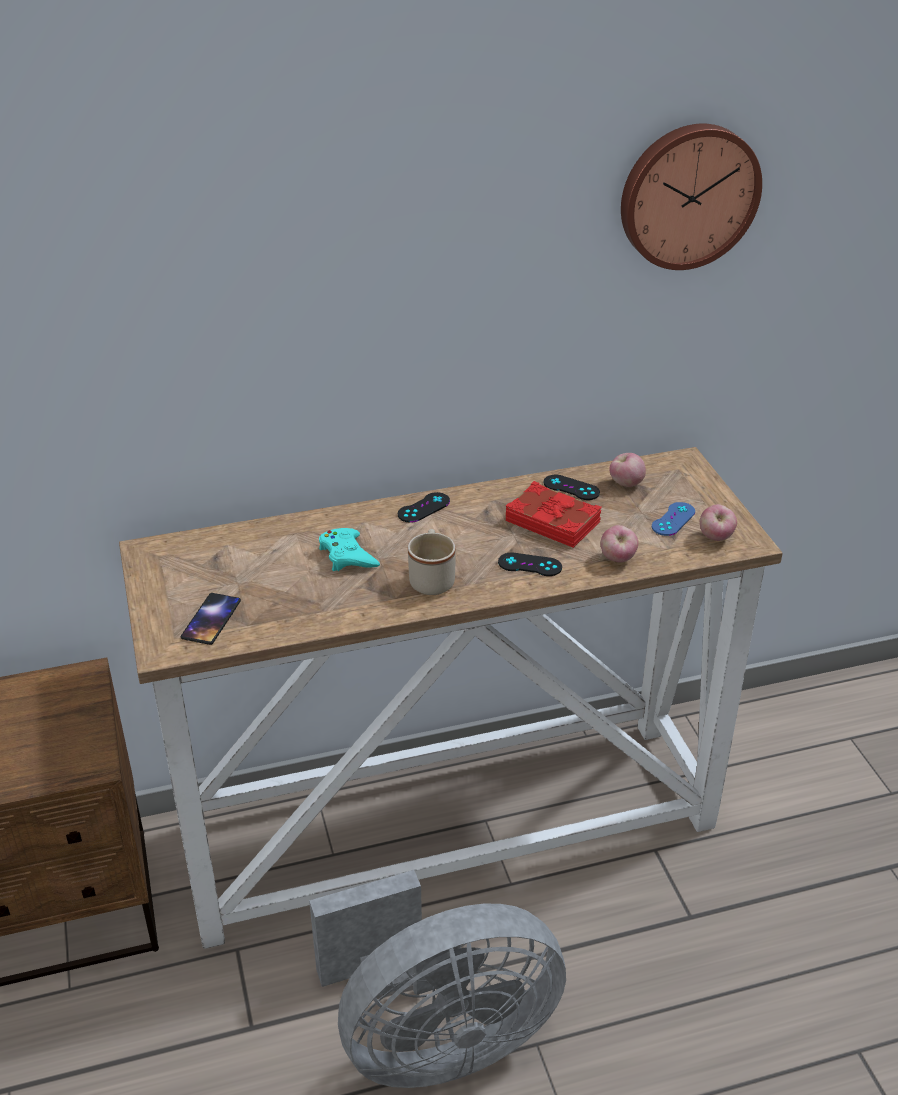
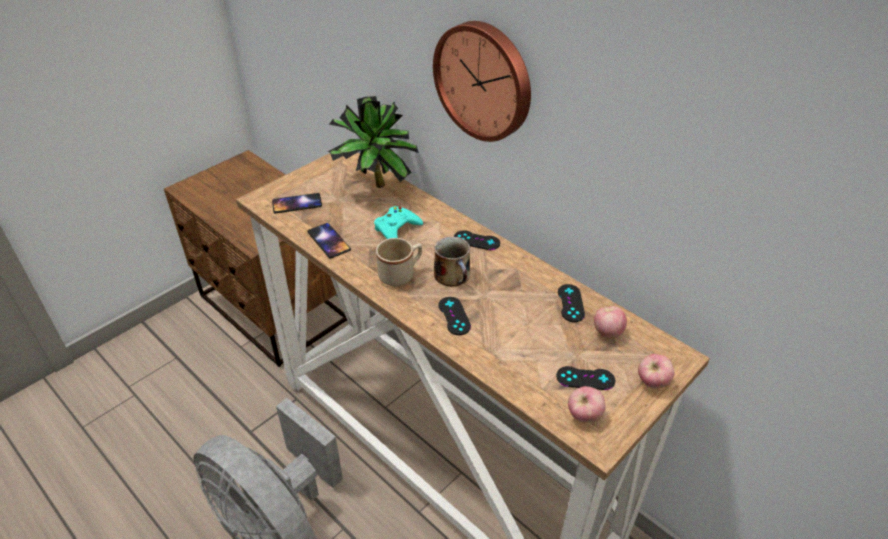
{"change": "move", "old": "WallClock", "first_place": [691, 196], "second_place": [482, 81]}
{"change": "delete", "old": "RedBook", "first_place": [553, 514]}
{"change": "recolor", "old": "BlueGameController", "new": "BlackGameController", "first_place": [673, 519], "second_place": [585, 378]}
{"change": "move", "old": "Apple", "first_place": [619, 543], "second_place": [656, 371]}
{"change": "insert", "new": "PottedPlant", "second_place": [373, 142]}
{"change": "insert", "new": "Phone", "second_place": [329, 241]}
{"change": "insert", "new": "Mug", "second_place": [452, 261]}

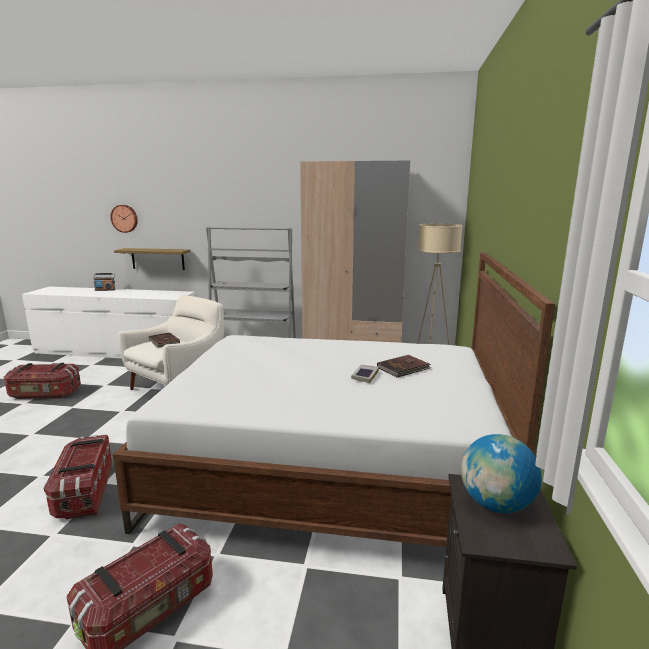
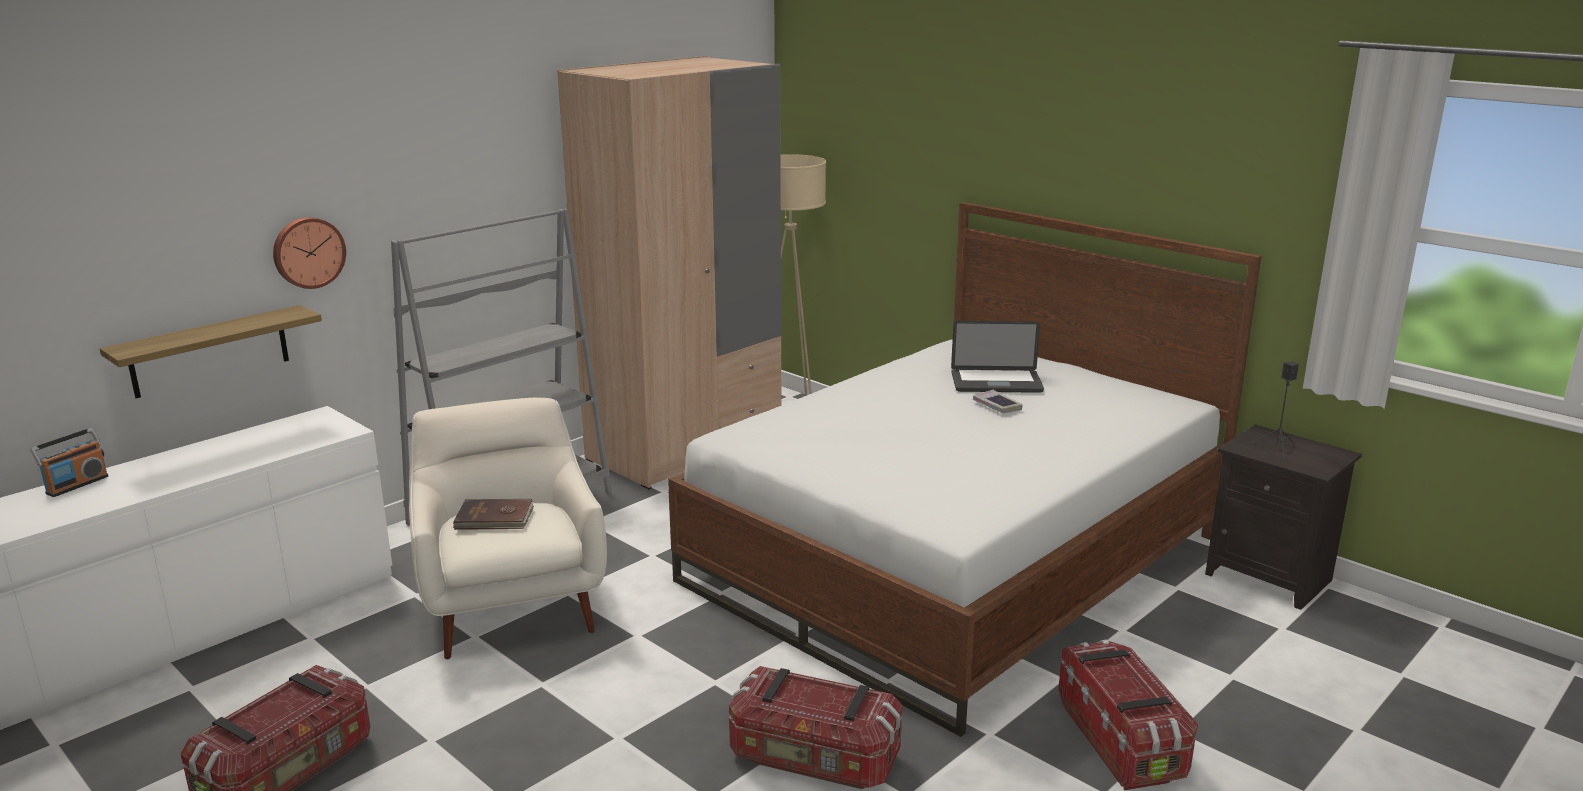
{"change": "move", "old": "WallClock", "first_place": [124, 219], "second_place": [309, 253]}
{"change": "replace", "old": "BrownBook", "new": "Laptop", "first_place": [404, 366], "second_place": [997, 357]}
{"change": "replace", "old": "Globe", "new": "BlackSpeaker", "first_place": [501, 473], "second_place": [1275, 410]}

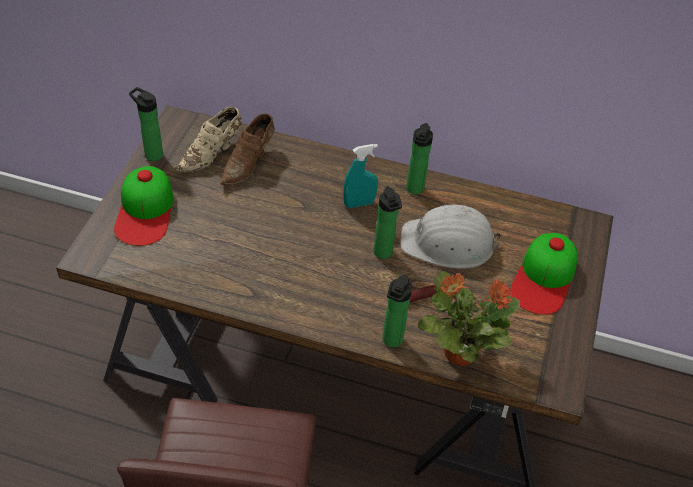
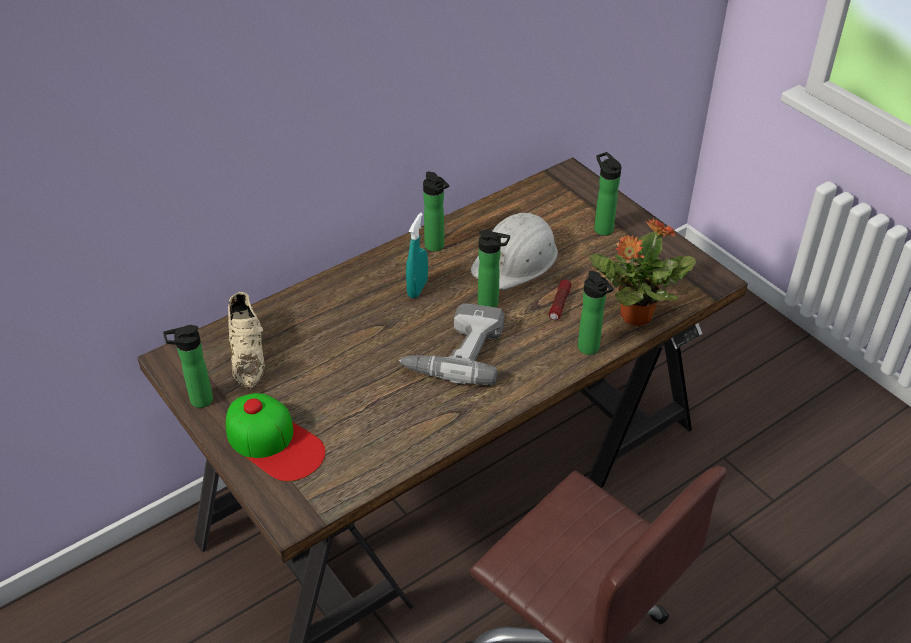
{"change": "delete", "old": "BrownShoe", "first_place": [247, 149]}
{"change": "replace", "old": "Cap", "new": "Bottle", "first_place": [544, 274], "second_place": [607, 194]}
{"change": "insert", "new": "PowerDrill", "second_place": [452, 344]}

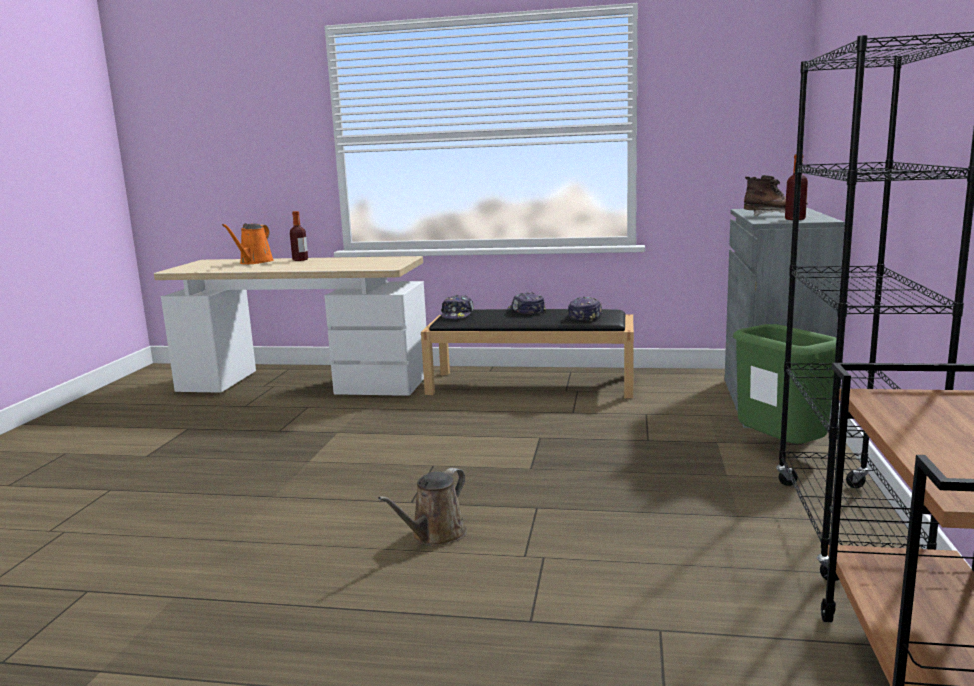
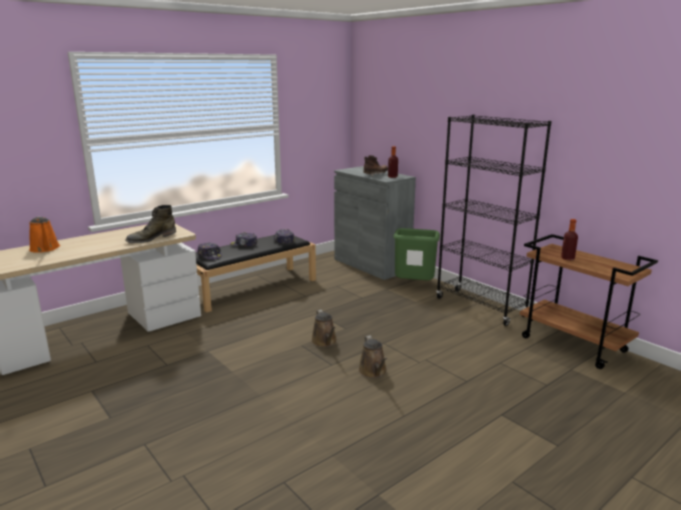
{"change": "move", "old": "Bottle", "first_place": [299, 236], "second_place": [569, 239]}
{"change": "insert", "new": "GreenBoot", "second_place": [150, 224]}
{"change": "insert", "new": "BrownWateringCan", "second_place": [324, 328]}

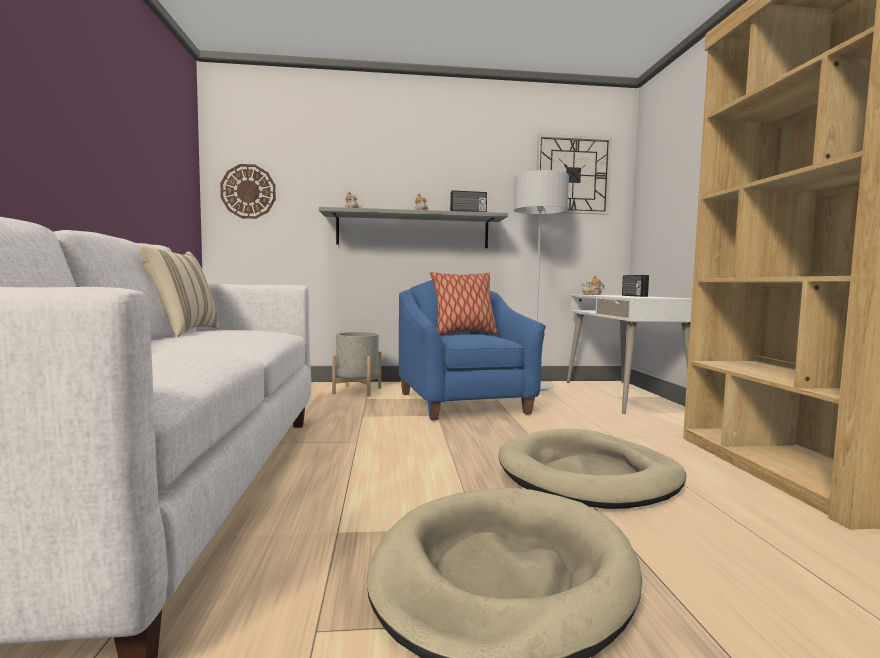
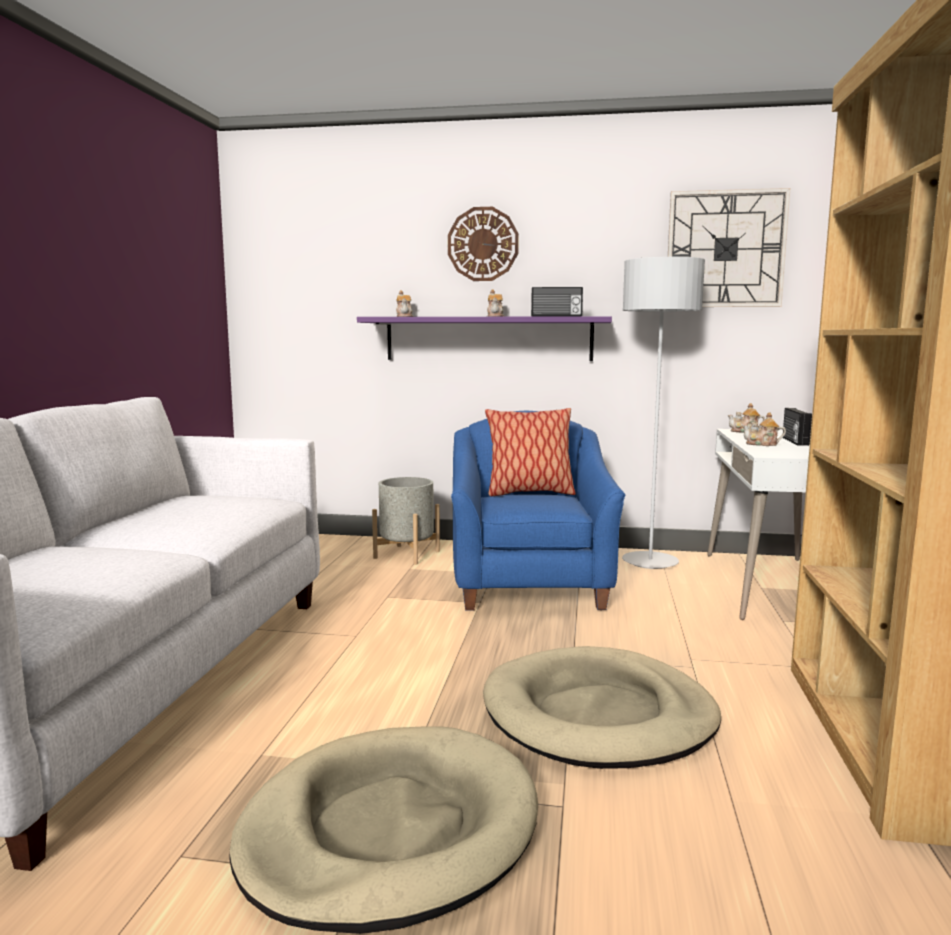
{"change": "move", "old": "WallClock", "first_place": [248, 191], "second_place": [483, 244]}
{"change": "recolor", "old": "GreyShelf", "new": "PurpleShelf", "first_place": [413, 227], "second_place": [484, 338]}
{"change": "delete", "old": "BeigePillow", "first_place": [179, 291]}
{"change": "insert", "new": "Teapot", "second_place": [764, 429]}

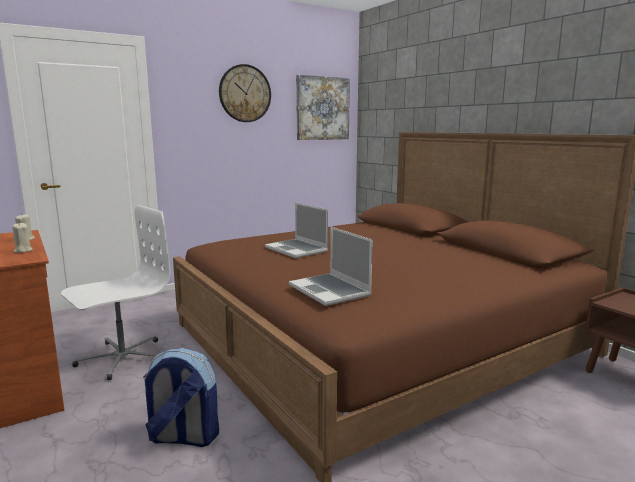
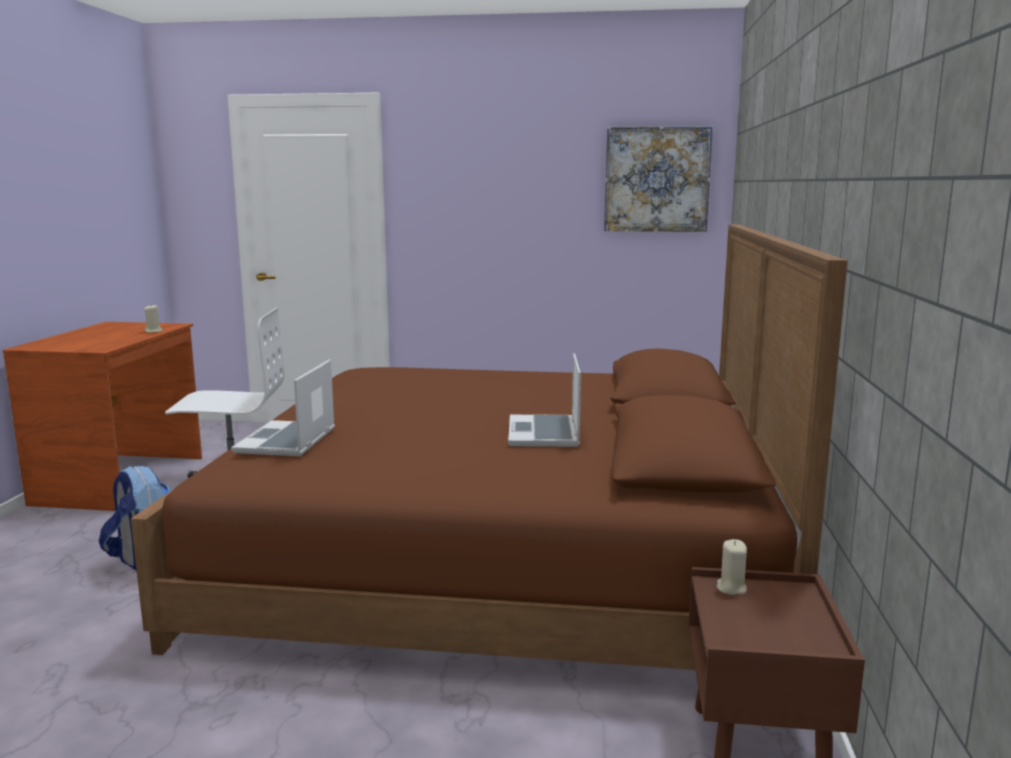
{"change": "delete", "old": "WallClock", "first_place": [245, 93]}
{"change": "move", "old": "Laptop", "first_place": [296, 230], "second_place": [544, 400]}
{"change": "move", "old": "BeigeCandle", "first_place": [22, 238], "second_place": [732, 567]}

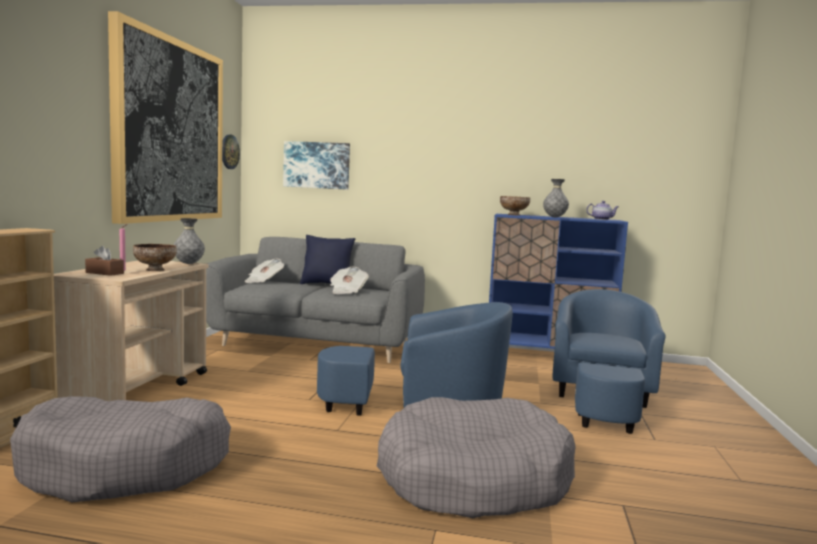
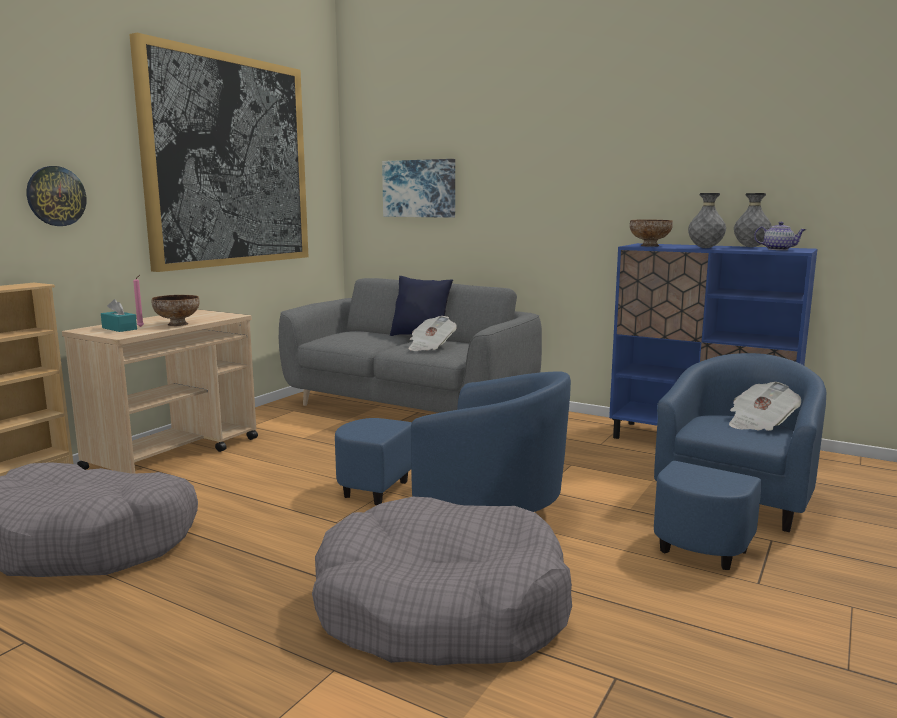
{"change": "move", "old": "WallClock", "first_place": [231, 152], "second_place": [56, 196]}
{"change": "move", "old": "GreyVase", "first_place": [189, 241], "second_place": [752, 220]}
{"change": "recolor", "old": "BrownTissueBox", "new": "TurquoiseTissueBox", "first_place": [104, 261], "second_place": [119, 315]}
{"change": "move", "old": "Newspaper", "first_place": [264, 271], "second_place": [765, 406]}

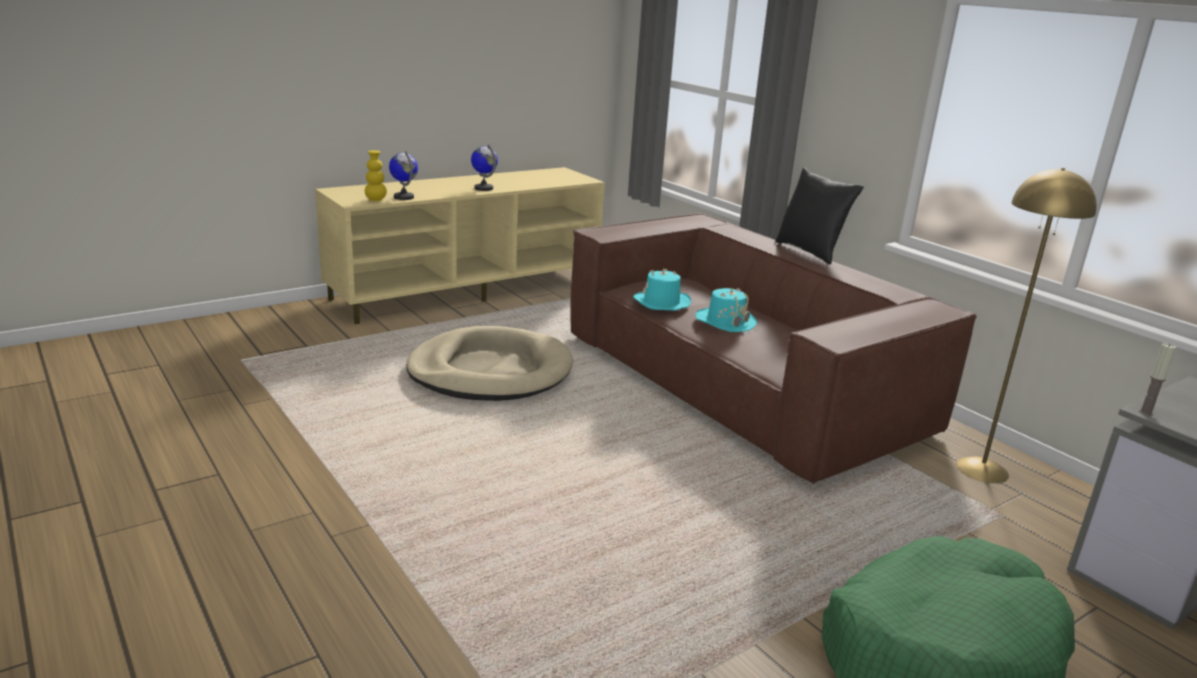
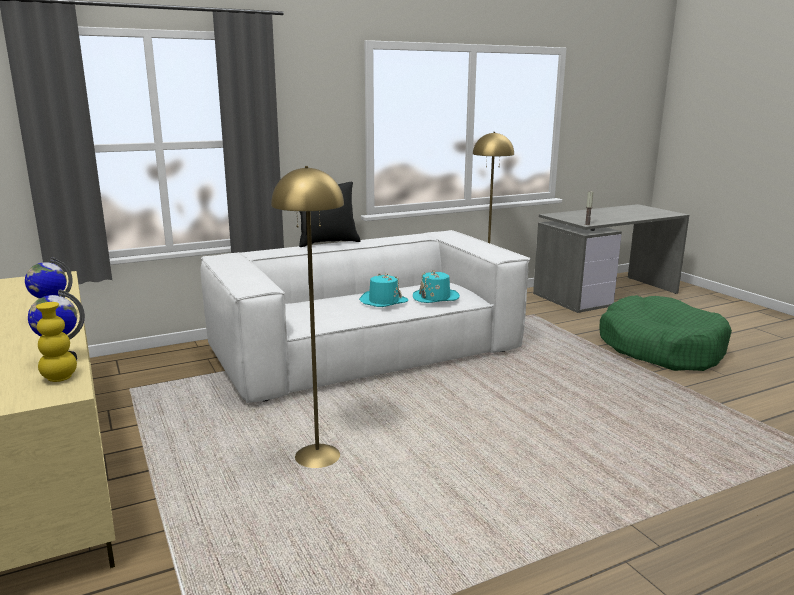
{"change": "recolor", "old": "BrownSofa", "new": "WhiteSofa", "first_place": [773, 348], "second_place": [366, 316]}
{"change": "move", "old": "TurquoiseHat", "first_place": [662, 290], "second_place": [436, 286]}
{"change": "replace", "old": "BeigeDogBed", "new": "YellowFloorLamp", "first_place": [489, 363], "second_place": [307, 317]}

